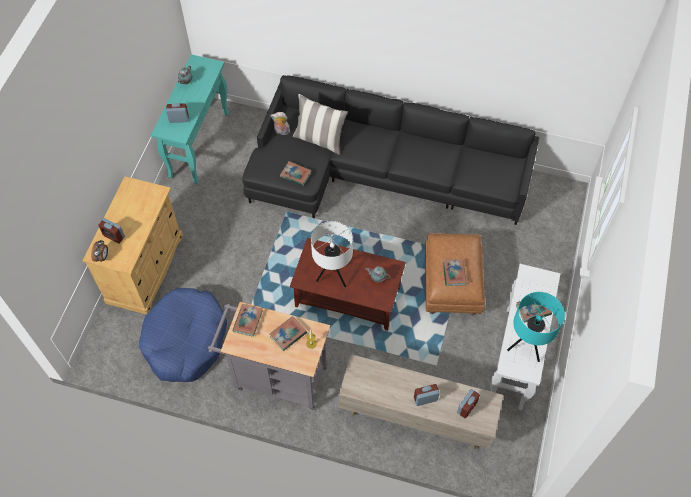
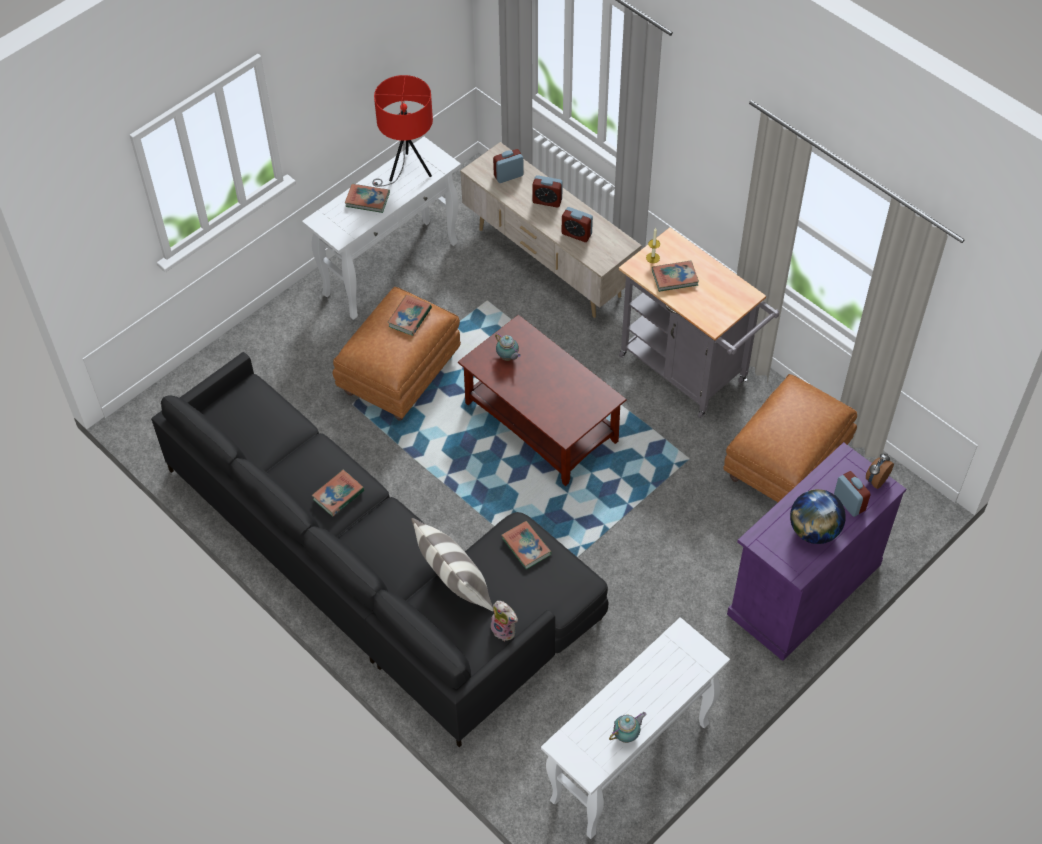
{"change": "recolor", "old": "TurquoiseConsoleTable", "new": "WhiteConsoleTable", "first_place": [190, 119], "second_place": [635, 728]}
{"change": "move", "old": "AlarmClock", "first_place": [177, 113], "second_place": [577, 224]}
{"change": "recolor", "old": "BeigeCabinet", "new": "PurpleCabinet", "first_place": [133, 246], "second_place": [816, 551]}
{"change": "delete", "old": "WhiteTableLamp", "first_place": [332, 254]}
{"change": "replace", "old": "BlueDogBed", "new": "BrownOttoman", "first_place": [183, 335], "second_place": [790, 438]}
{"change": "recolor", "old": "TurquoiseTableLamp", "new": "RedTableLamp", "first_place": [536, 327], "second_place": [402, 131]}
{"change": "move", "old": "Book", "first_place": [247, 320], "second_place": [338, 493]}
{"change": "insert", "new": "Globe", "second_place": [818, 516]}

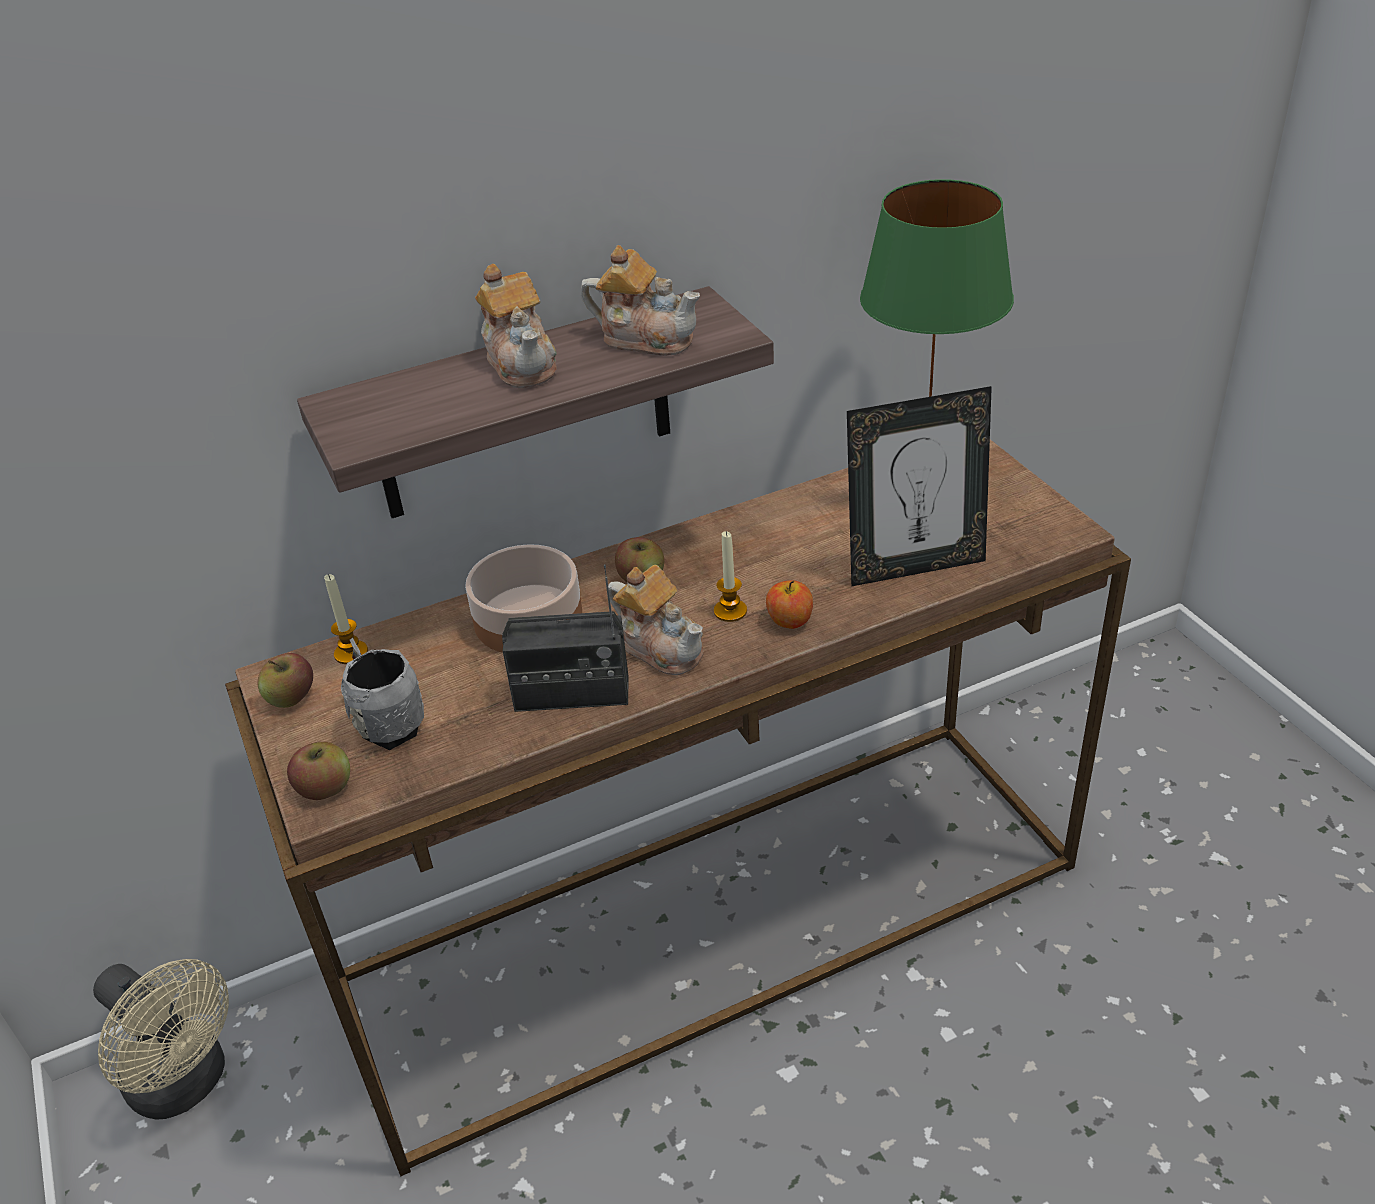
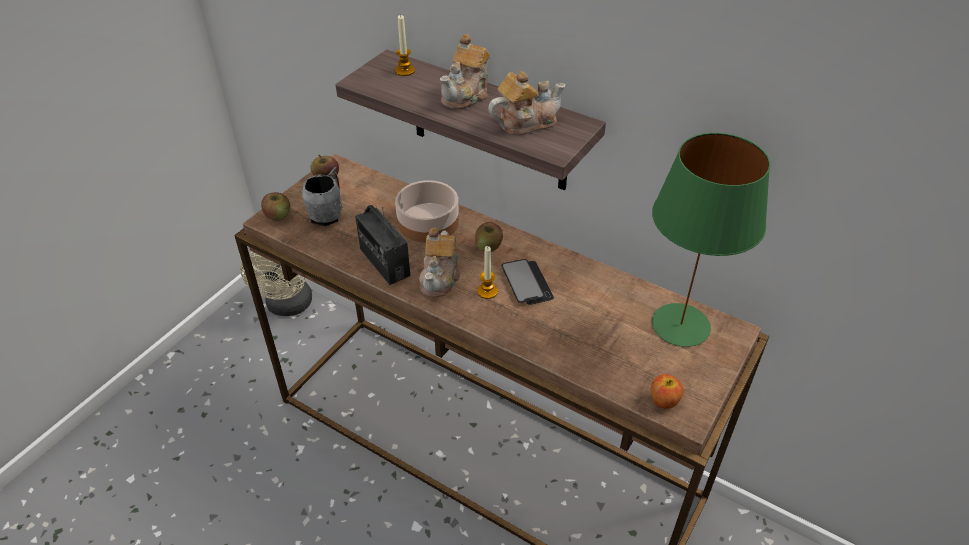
{"change": "rotate", "old": "Teapot", "first_place": [640, 300], "second_place": [527, 103], "degrees": -105}
{"change": "delete", "old": "PictureFrame", "first_place": [919, 486]}
{"change": "move", "old": "Candle", "first_place": [346, 619], "second_place": [405, 45]}
{"change": "move", "old": "Apple", "first_place": [789, 604], "second_place": [667, 391]}
{"change": "insert", "new": "Phone", "second_place": [527, 282]}

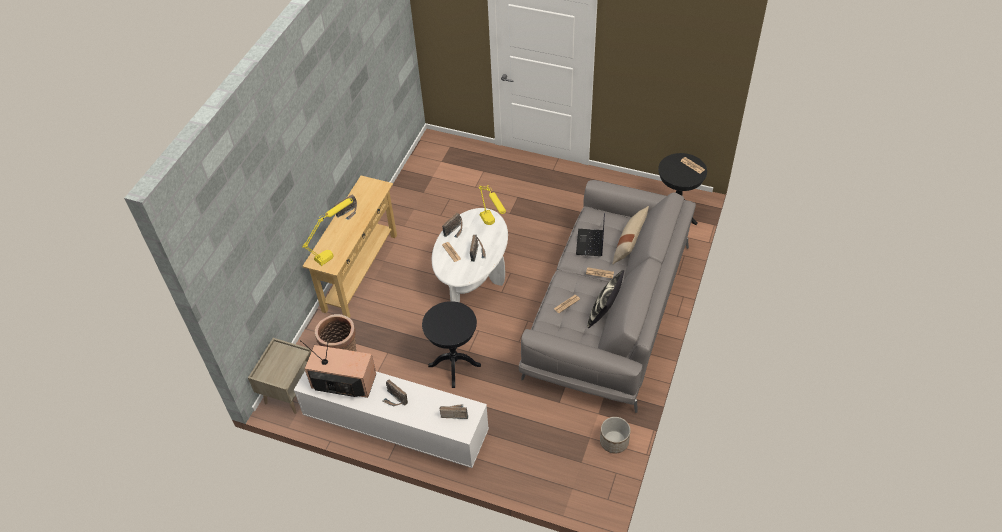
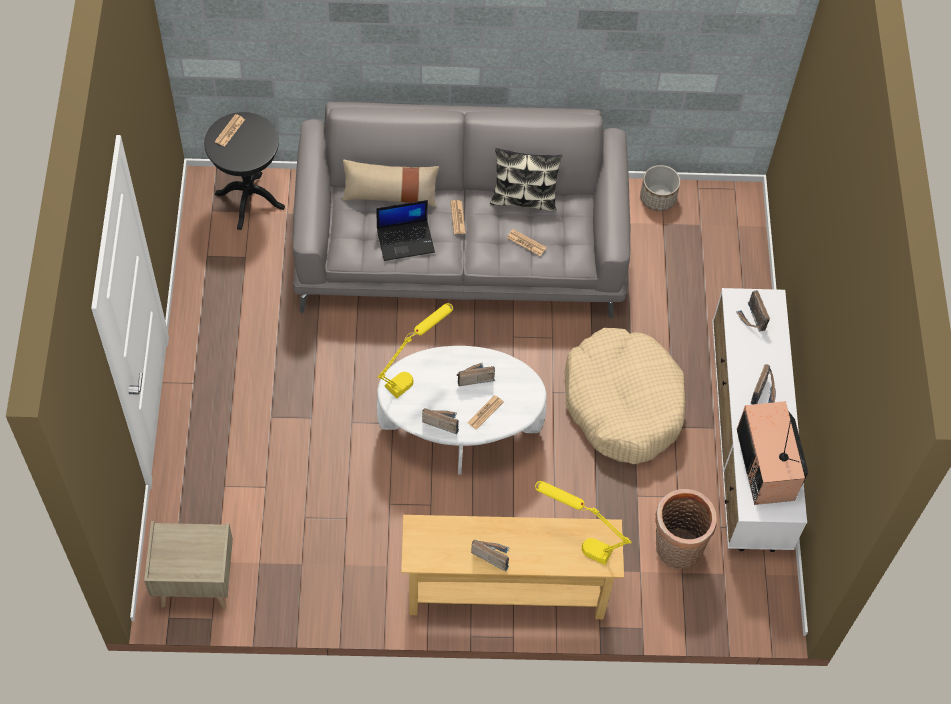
{"change": "replace", "old": "BlackSideTable", "new": "BeigeDogBed", "first_place": [451, 344], "second_place": [624, 396]}
{"change": "move", "old": "BeigeNightstand", "first_place": [279, 376], "second_place": [188, 565]}

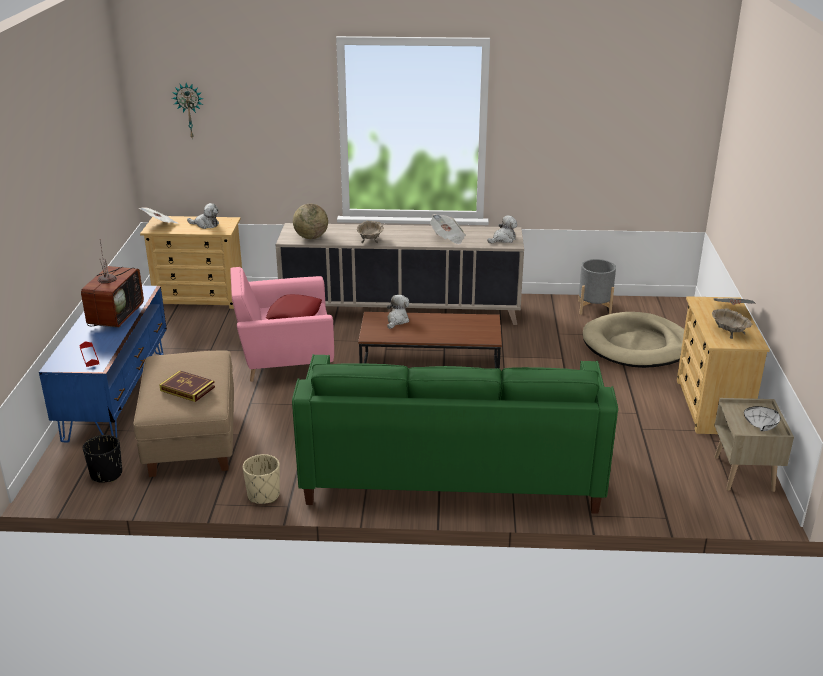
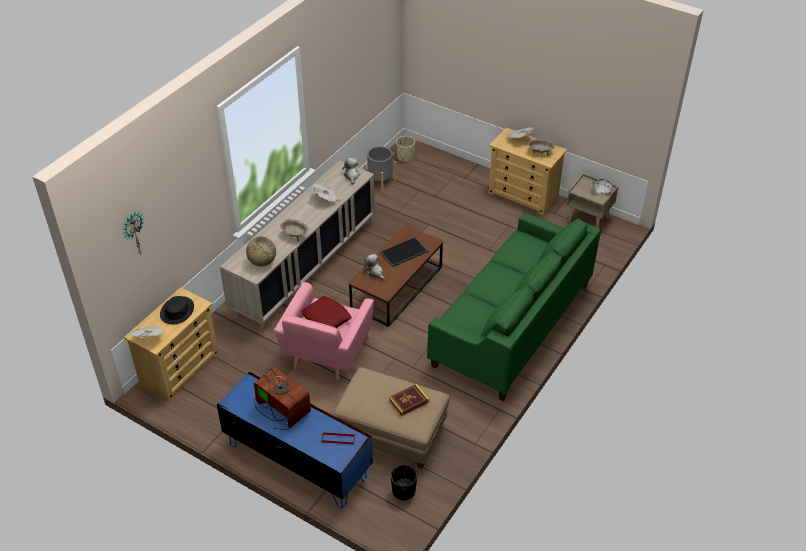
{"change": "replace", "old": "PlushToy", "new": "BlackHat", "first_place": [203, 216], "second_place": [177, 310]}
{"change": "delete", "old": "BeigeDogBed", "first_place": [633, 340]}
{"change": "move", "old": "BeigePlanter", "first_place": [261, 479], "second_place": [405, 149]}
{"change": "insert", "new": "Tray", "second_place": [404, 252]}

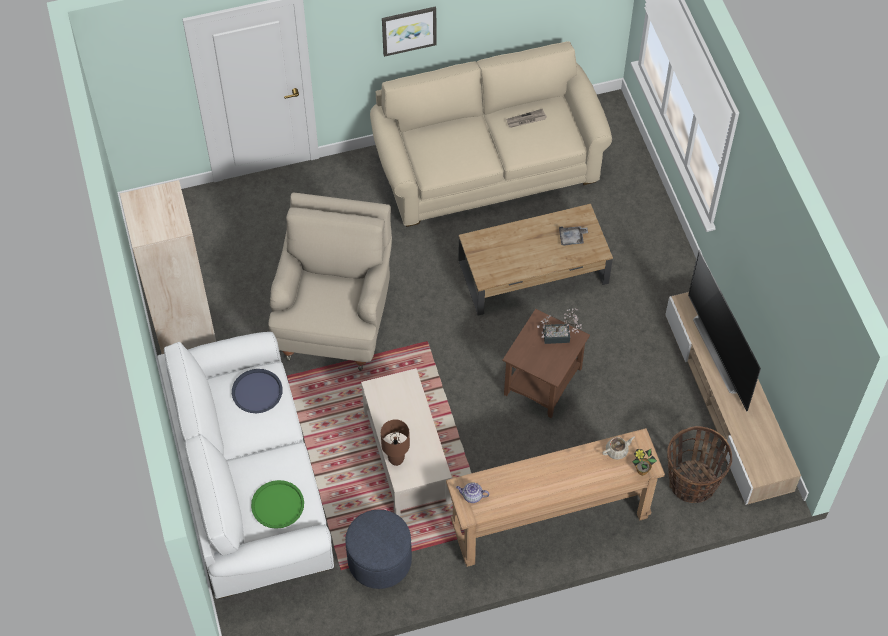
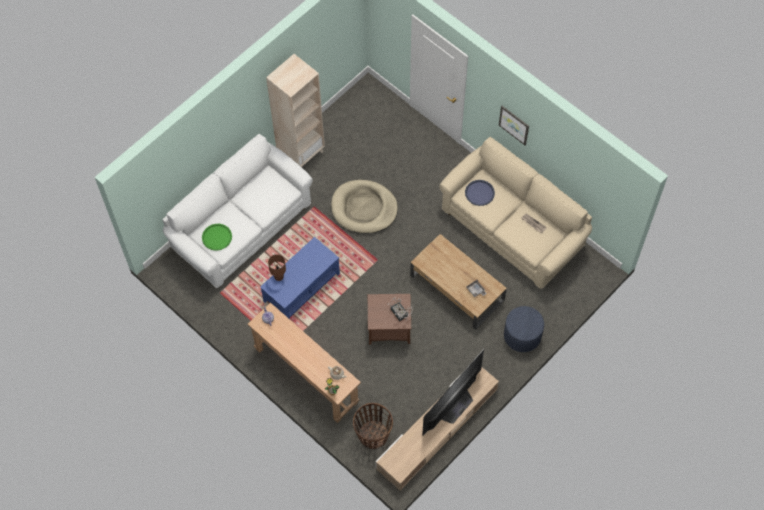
{"change": "replace", "old": "BeigeArmchair", "new": "BeigeDogBed", "first_place": [330, 282], "second_place": [364, 207]}
{"change": "recolor", "old": "BeigeCoffeeTable", "new": "BlueCoffeeTable", "first_place": [406, 442], "second_place": [300, 278]}
{"change": "move", "old": "BlueTray", "first_place": [257, 391], "second_place": [480, 193]}
{"change": "move", "old": "BlueOttoman", "first_place": [378, 549], "second_place": [524, 329]}

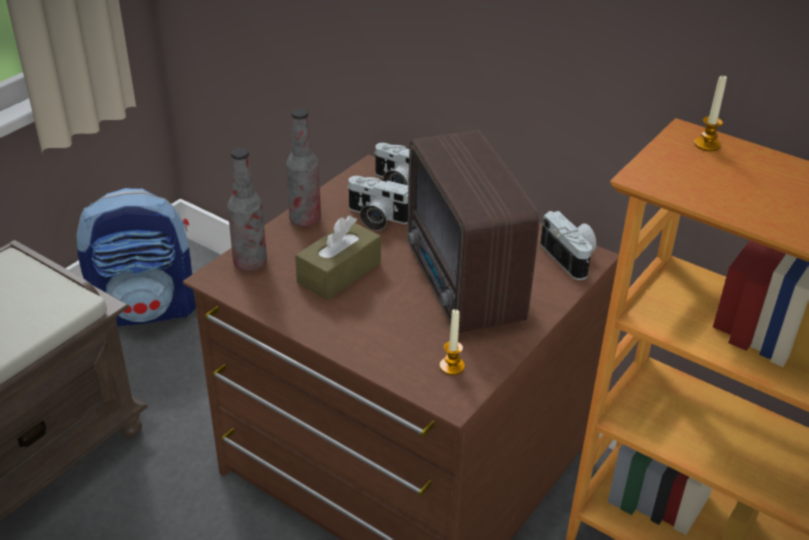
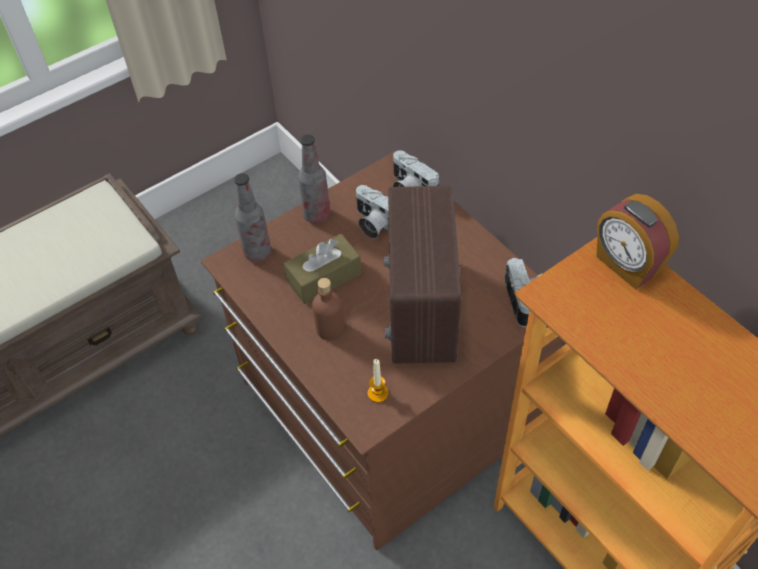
{"change": "replace", "old": "Candle", "new": "AlarmClock", "first_place": [710, 112], "second_place": [637, 241]}
{"change": "delete", "old": "Backpack", "first_place": [136, 257]}
{"change": "insert", "new": "BrownBottle", "second_place": [328, 309]}

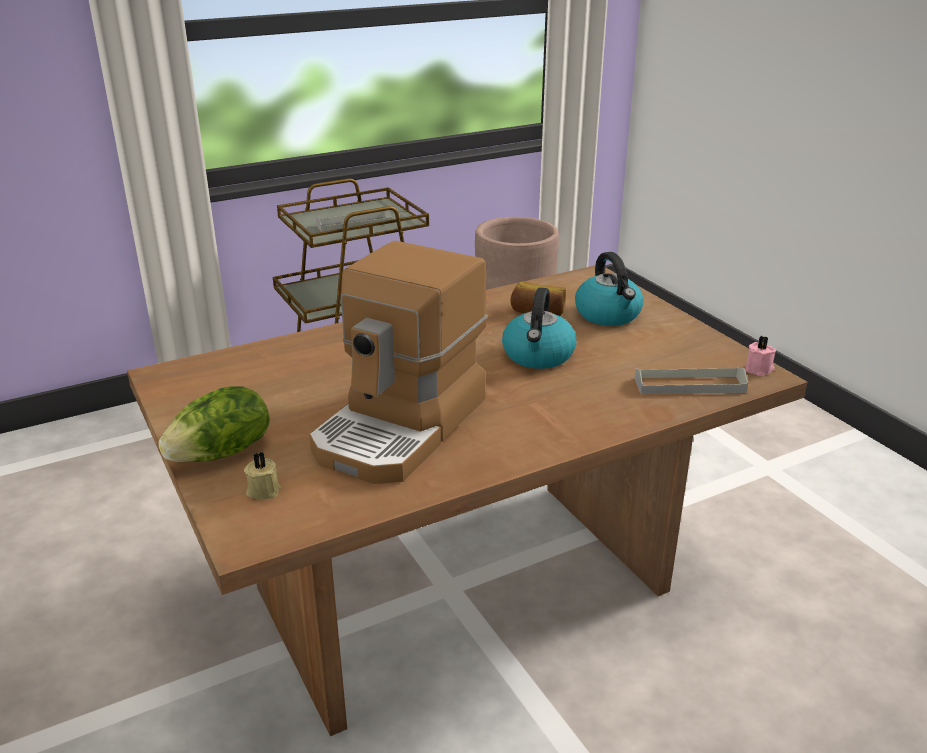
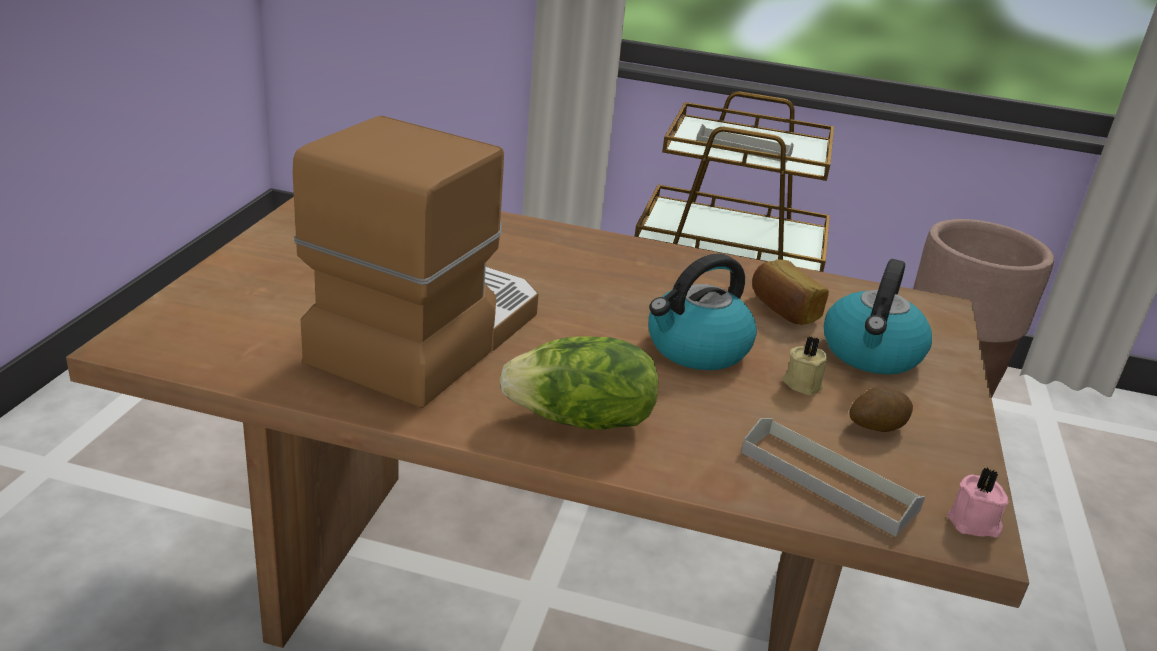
{"change": "rotate", "old": "CoffeeMachine", "first_place": [398, 362], "second_place": [416, 262], "degrees": 135}
{"change": "move", "old": "Lettuce", "first_place": [214, 424], "second_place": [579, 382]}
{"change": "move", "old": "BeigeCandle", "first_place": [262, 476], "second_place": [804, 365]}
{"change": "insert", "new": "Potato", "second_place": [881, 410]}

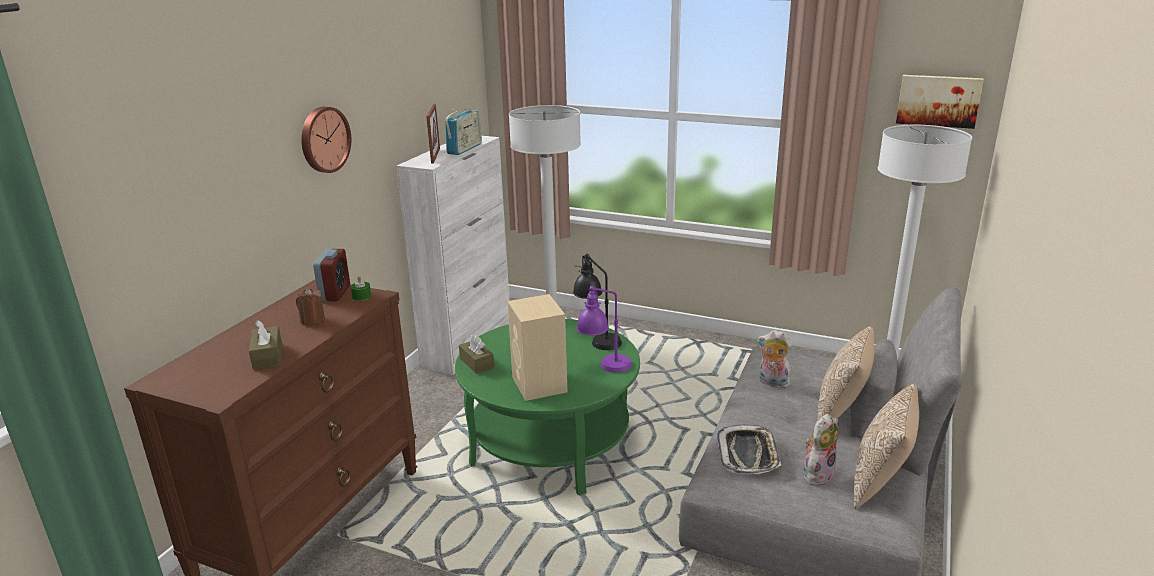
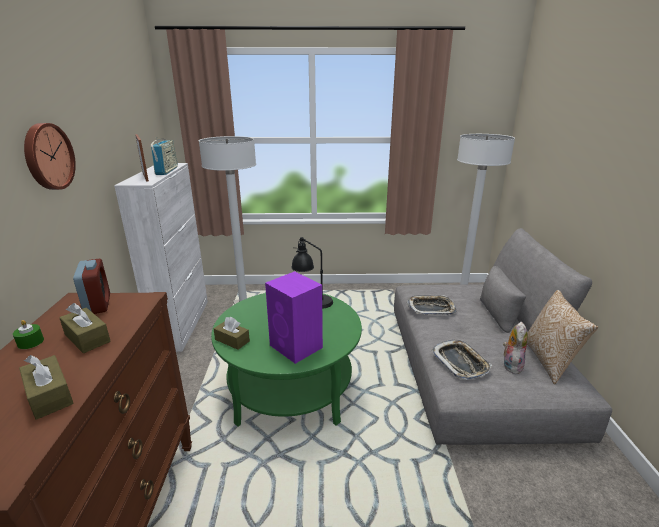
{"change": "delete", "old": "Picture", "first_place": [940, 102]}
{"change": "move", "old": "GreenCandle", "first_place": [361, 288], "second_place": [28, 334]}
{"change": "delete", "old": "PurpleTableLamp", "first_place": [604, 329]}
{"change": "replace", "old": "BrownCandle", "new": "BrownTissueBox", "first_place": [310, 307], "second_place": [84, 328]}
{"change": "recolor", "old": "BeigeSpeaker", "new": "PurpleSpeaker", "first_place": [538, 347], "second_place": [294, 317]}
{"change": "delete", "old": "Pillow", "first_place": [846, 373]}
{"change": "replace", "old": "PlushToy", "new": "Tray", "first_place": [774, 359], "second_place": [431, 305]}

